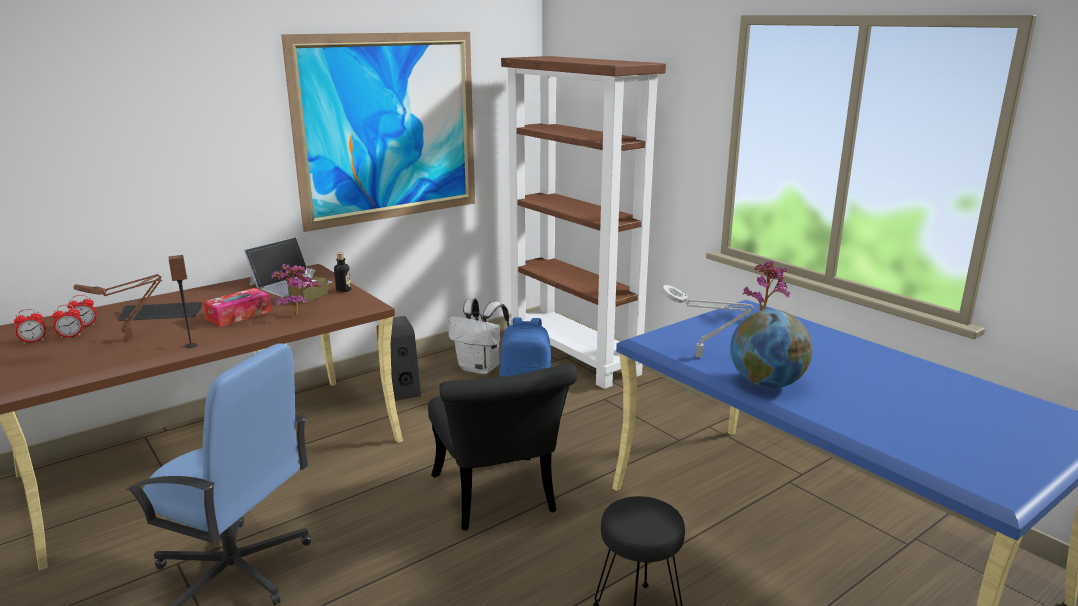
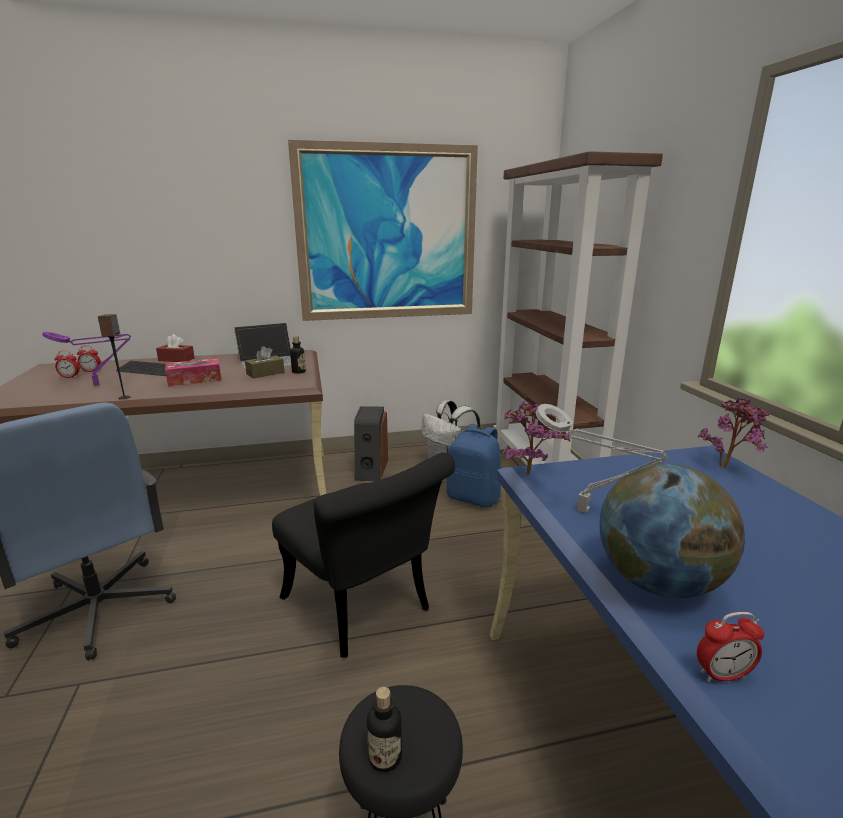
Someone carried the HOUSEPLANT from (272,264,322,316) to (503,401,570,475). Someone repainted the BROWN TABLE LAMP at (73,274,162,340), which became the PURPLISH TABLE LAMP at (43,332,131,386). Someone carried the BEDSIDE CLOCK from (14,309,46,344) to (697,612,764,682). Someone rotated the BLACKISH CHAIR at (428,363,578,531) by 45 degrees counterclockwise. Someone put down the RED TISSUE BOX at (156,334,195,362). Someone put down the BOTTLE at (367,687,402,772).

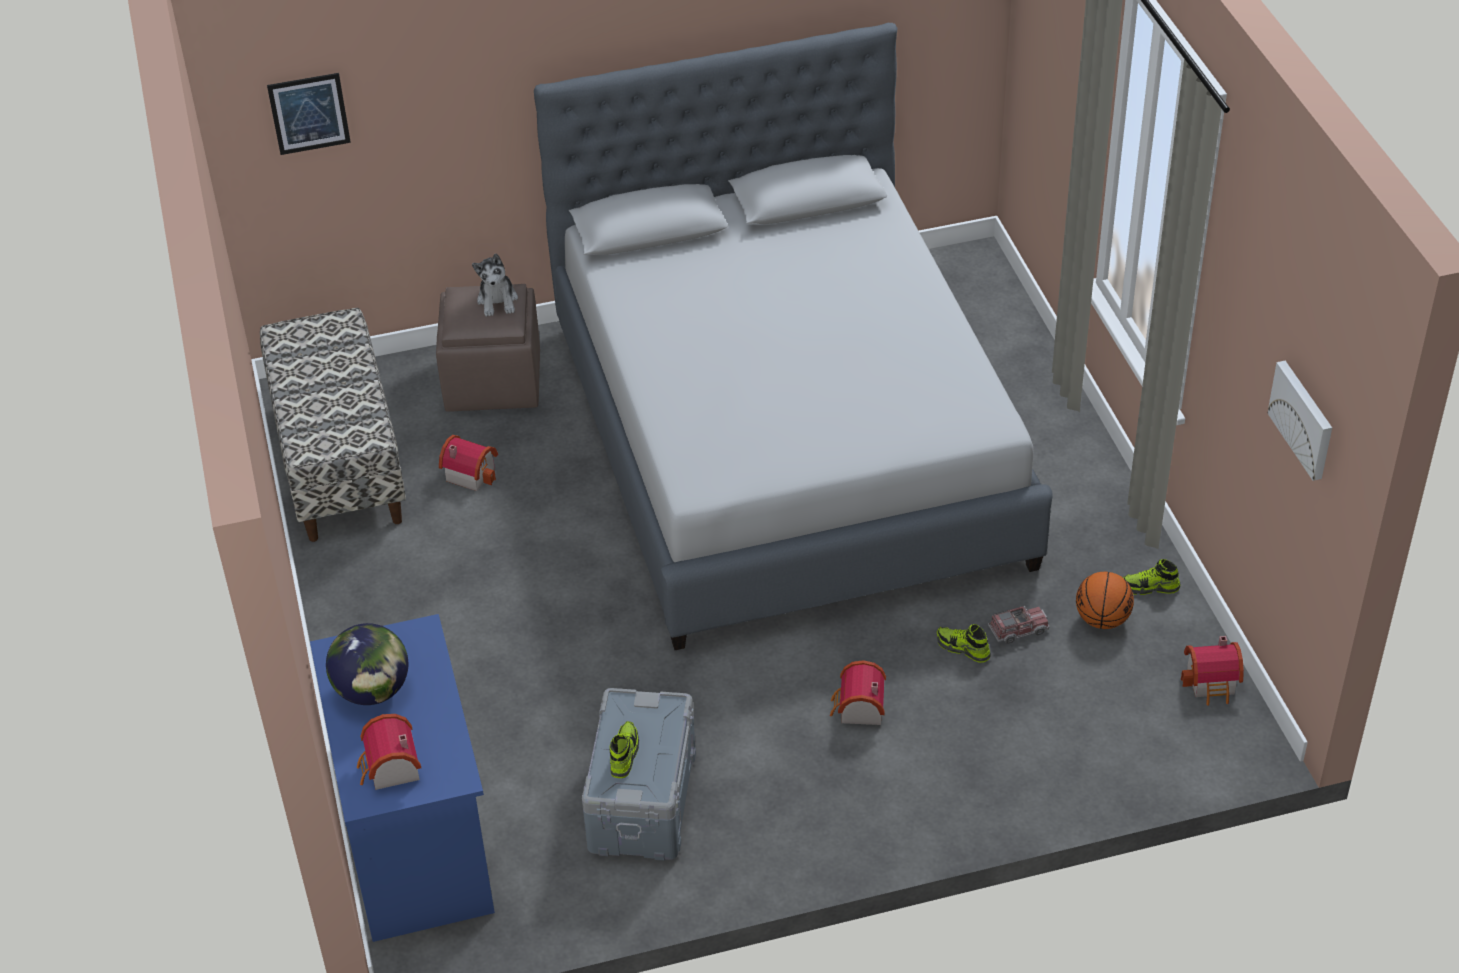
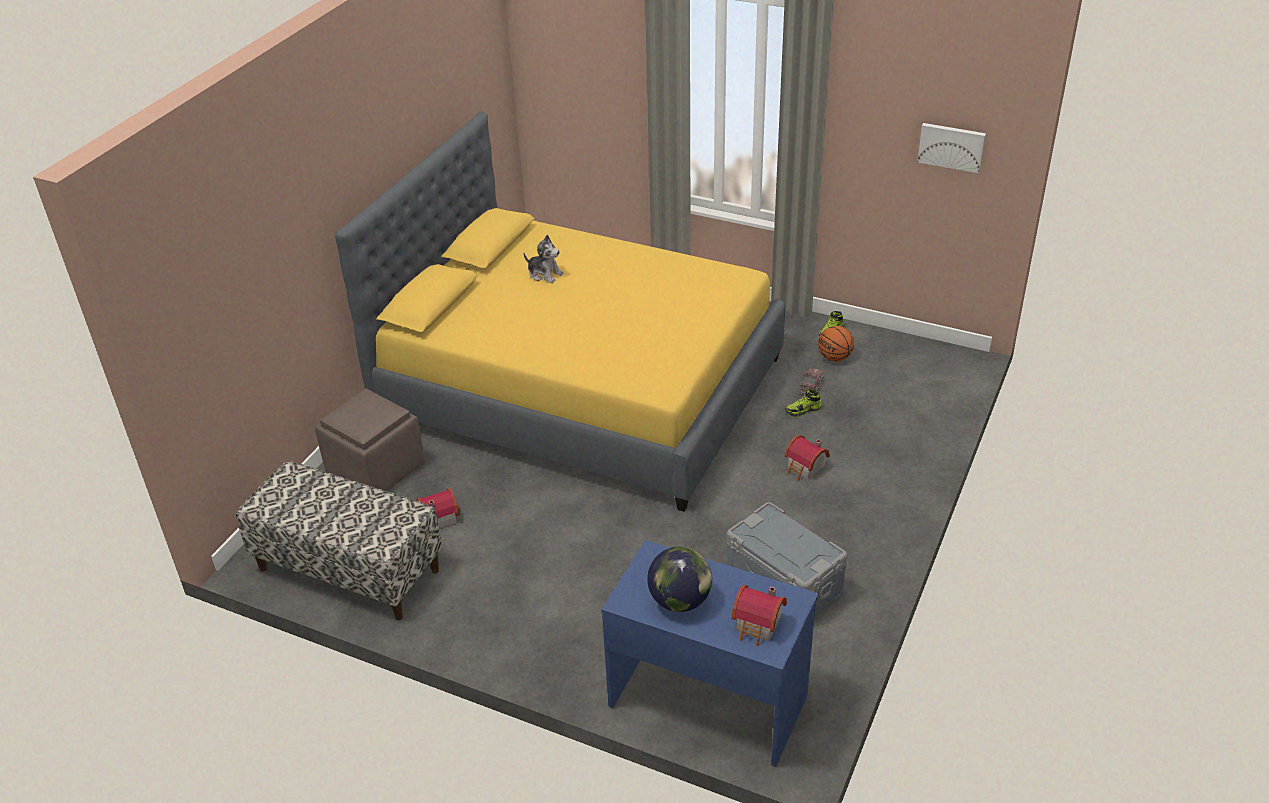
Someone repainted the GREYISH SLEEPING BED at (534,23,1053,650), which became the YELLOW SLEEPING BED at (335,111,785,512). Someone took away the WALL ART at (267,73,351,155). Someone carried the PLUSH TOY from (472,254,518,317) to (524,235,564,283). Someone took away the TOY HOUSE at (1181,636,1244,706). Someone took away the SHOE at (610,721,639,778).

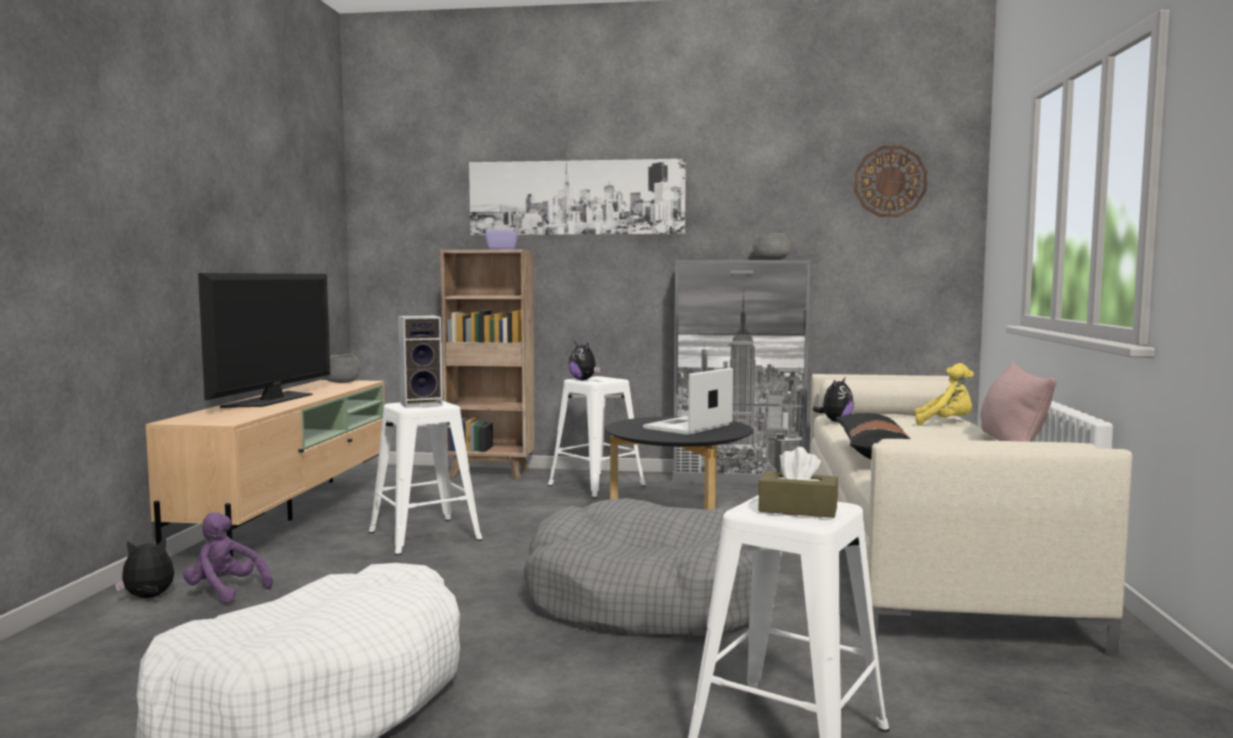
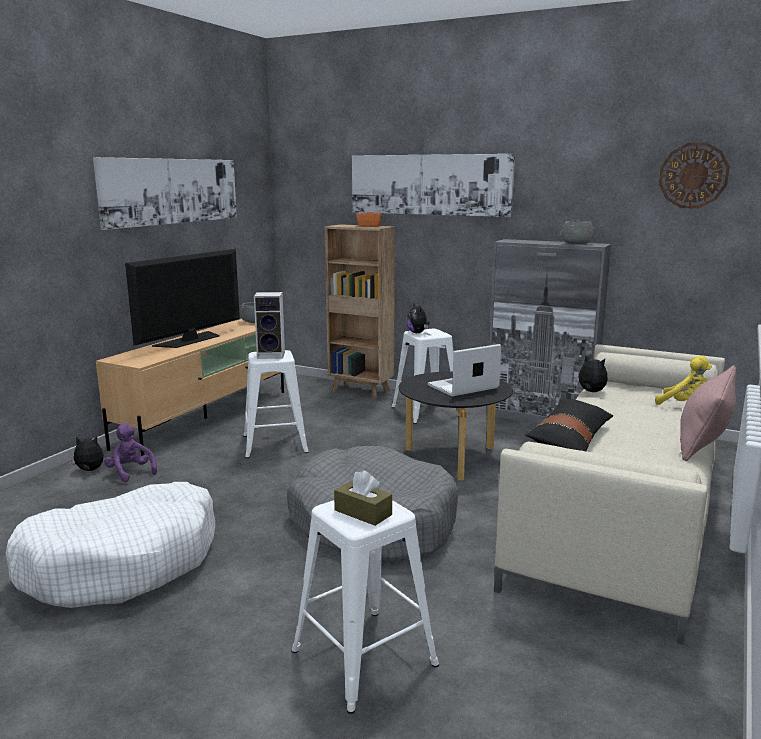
Someone repainted the PURPLISH TISSUE BOX at (484,224,518,250), which became the ORANGEY TISSUE BOX at (356,207,382,227). Someone rotated the PLUSH TOY at (812,378,854,422) by 105 degrees counterclockwise. Someone put up the WALL ART at (93,157,237,230).

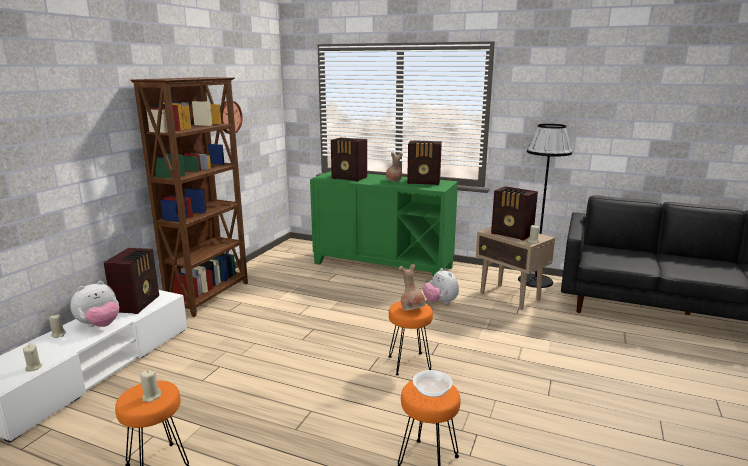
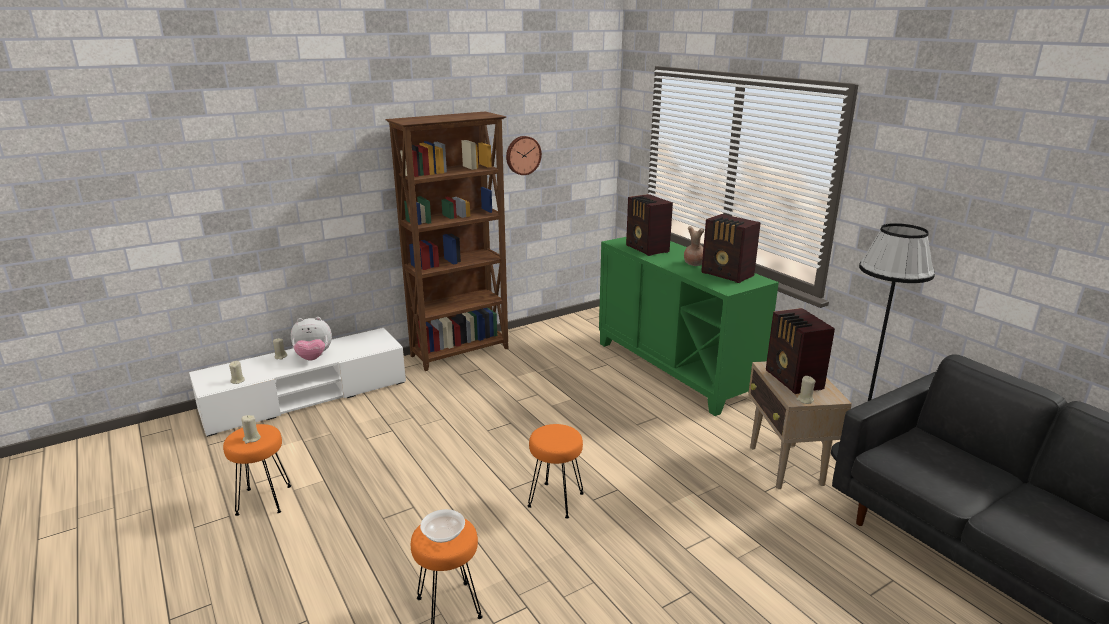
Someone took away the RADIO RECEIVER at (104,248,159,314). Someone took away the BROWN VASE at (399,264,425,310). Someone took away the PLUSH TOY at (423,268,459,304).

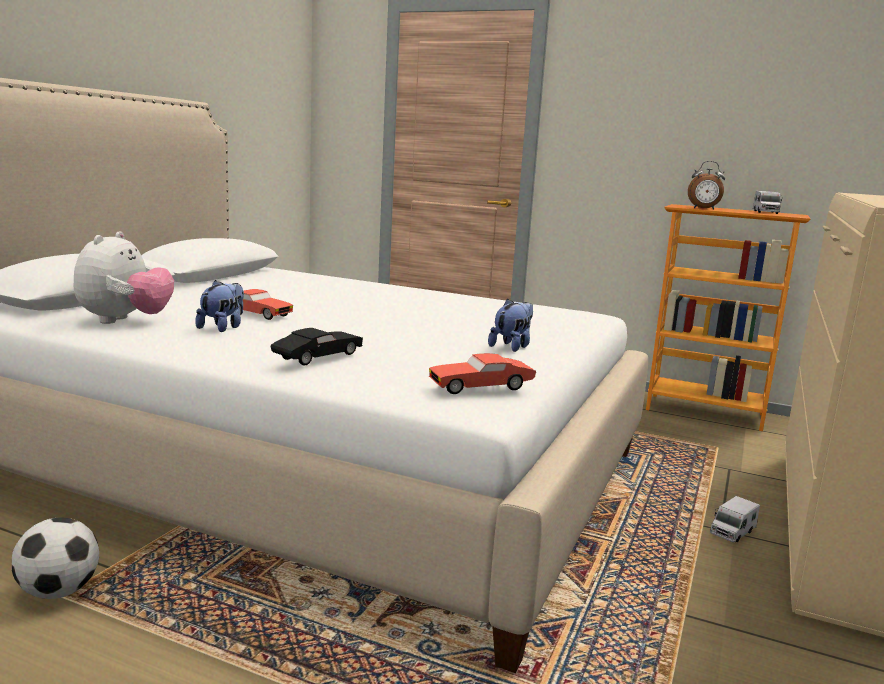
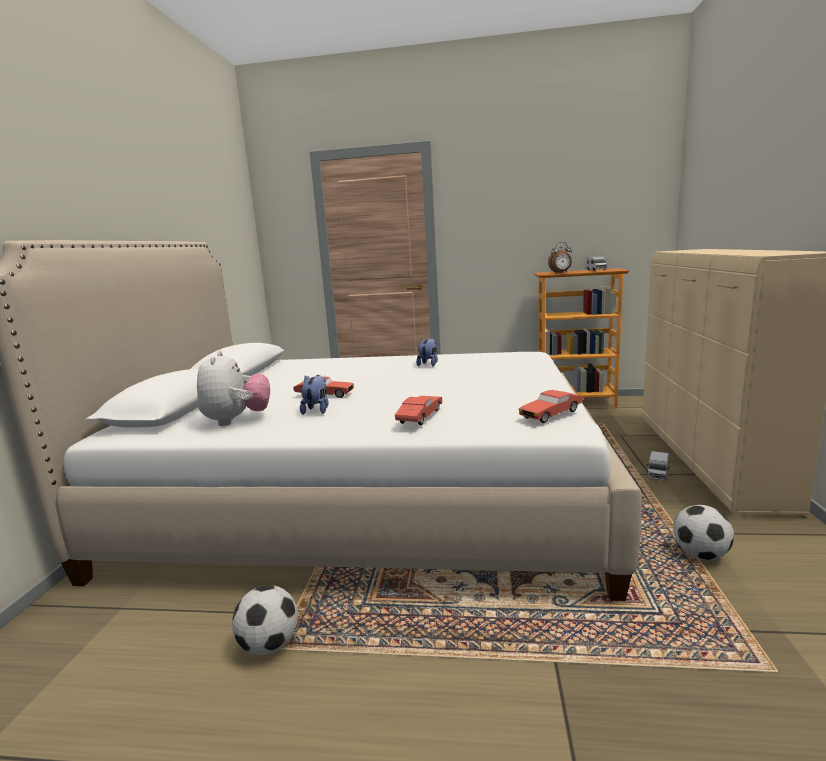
Someone carried the PLUSH TOY from (488,298,533,352) to (416,338,438,366). Someone repainted the BLACKISH MINIATURE CAR at (271,328,363,365), which became the RED MINIATURE CAR at (395,396,442,425). Someone put down the FOOTBALL at (673,505,734,560).

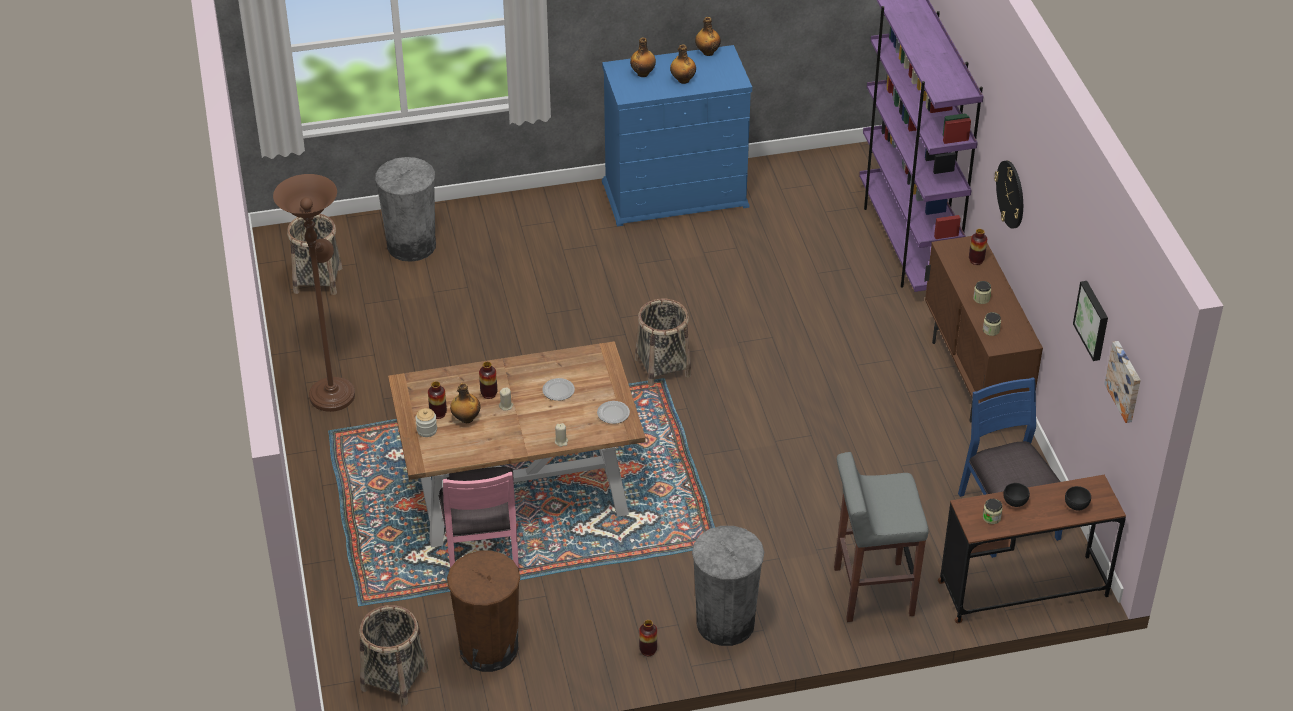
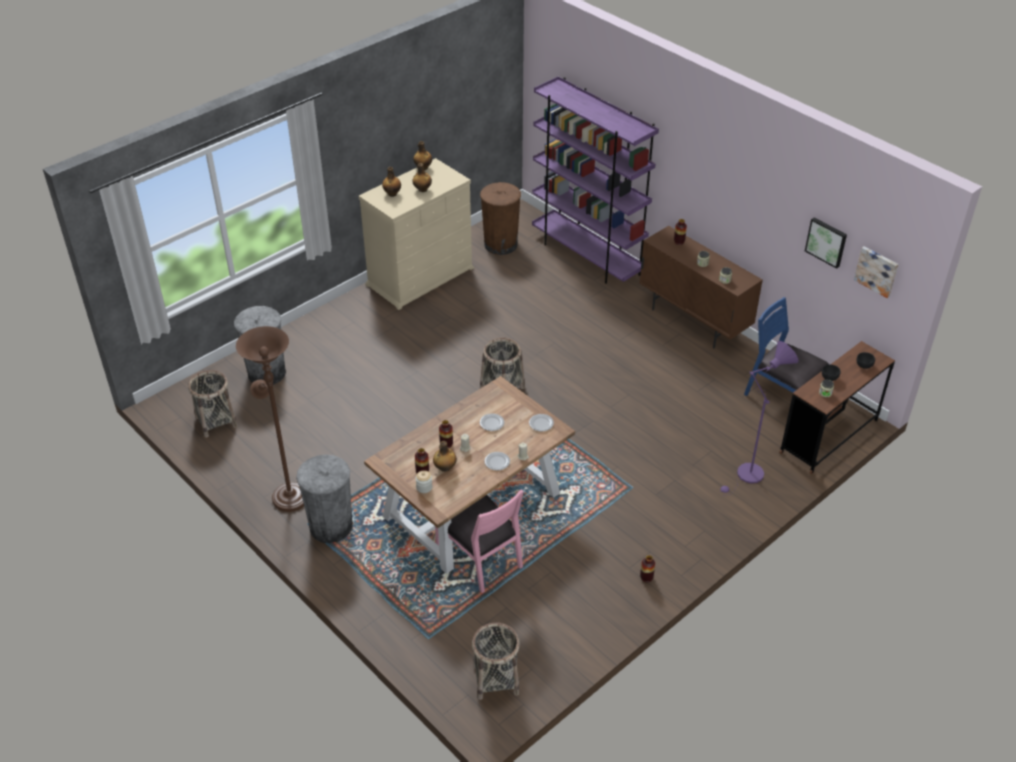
Someone repainted the BLUISH DRESSER at (602,45,752,227), which became the BEIGE DRESSER at (359,158,474,310). Someone took away the CLOCK ON THE WALL at (994,160,1023,229). Someone swapped the GREYISH SITTING STOOL at (834,452,929,622) for the PURPLISH STANDARD LAMP at (720,341,799,495). Someone carried the GREYISH WASTE BIN from (692,526,764,646) to (296,454,353,543). Someone carried the BROWN WASTE BIN from (447,551,520,672) to (480,182,521,255). Someone put down the DINNER PLATE at (485,452,510,471).

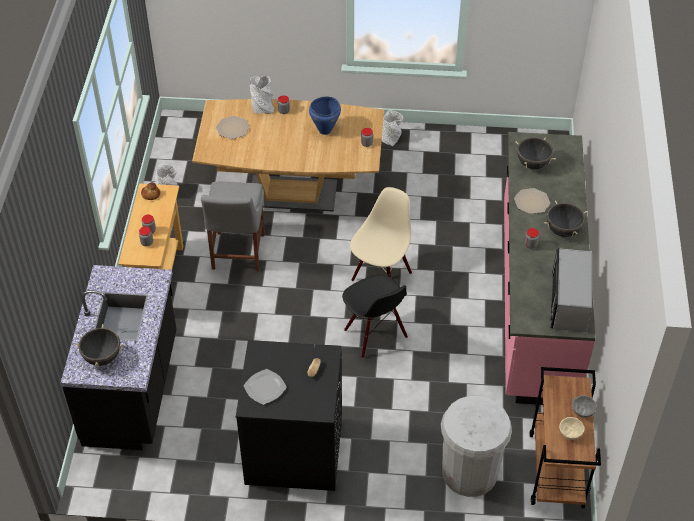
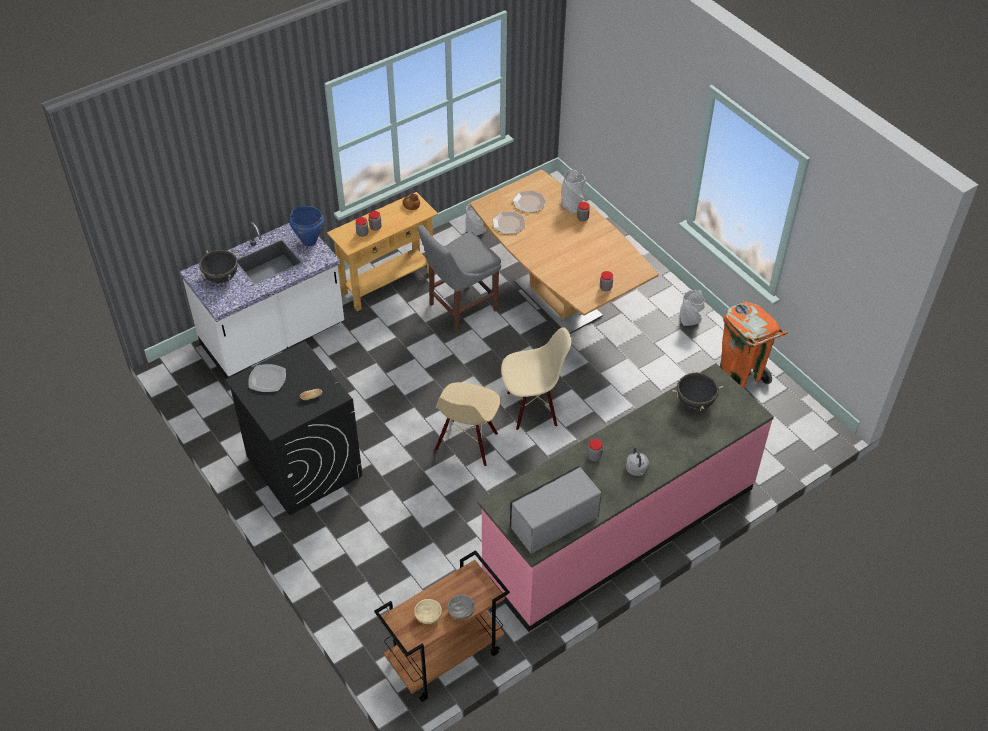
Someone carried the BLUISH STOCKPOT from (309,96,341,135) to (289,206,324,246). Someone carried the DINNER PLATE from (514,188,550,214) to (492,211,526,234). Someone swapped the BLACKISH STOCKPOT at (545,201,587,237) for the GREYISH WATER KETTLE at (625,447,649,476). Someone repainted the BLACKISH KITCHEN COUNTER at (61,265,177,450), which became the WHITE-COLOURED KITCHEN COUNTER at (180,222,344,378). Someone repainted the BLACKISH CHAIR at (342,274,408,358), which became the BEIGE CHAIR at (435,382,500,466). Someone took away the WHITE-COLOURED WASTE BIN at (441,396,512,497). Someone put down the ORANGEY WASTE BIN at (720,302,788,388).

